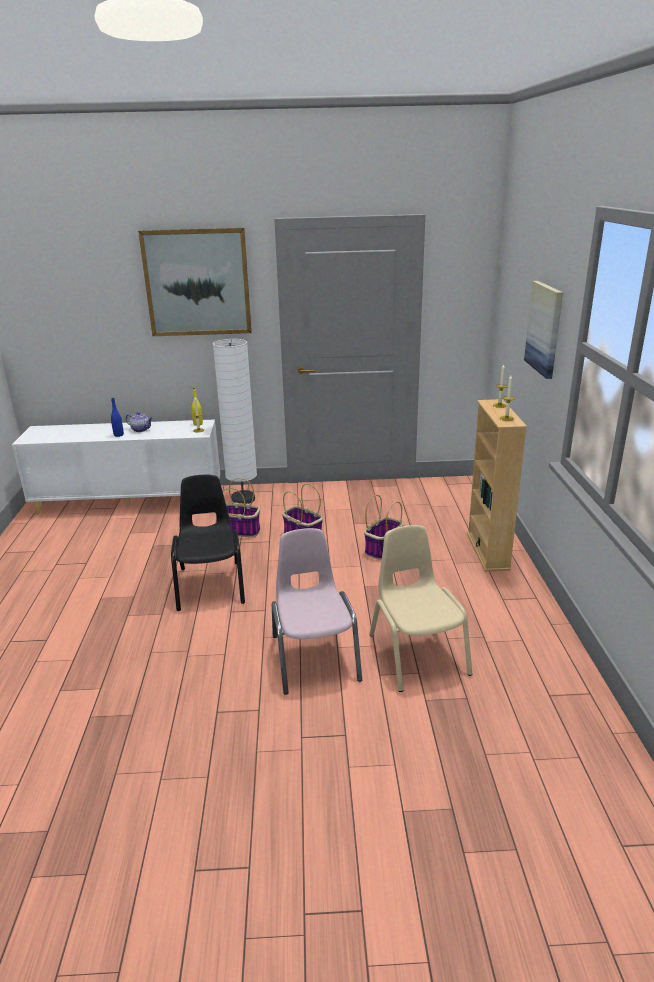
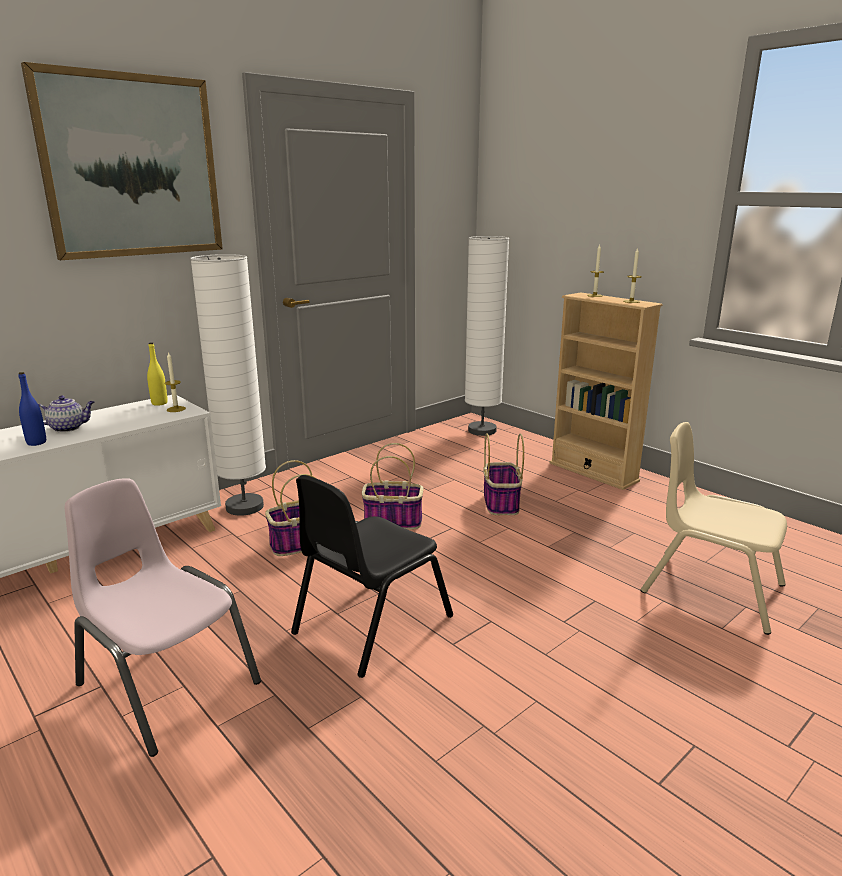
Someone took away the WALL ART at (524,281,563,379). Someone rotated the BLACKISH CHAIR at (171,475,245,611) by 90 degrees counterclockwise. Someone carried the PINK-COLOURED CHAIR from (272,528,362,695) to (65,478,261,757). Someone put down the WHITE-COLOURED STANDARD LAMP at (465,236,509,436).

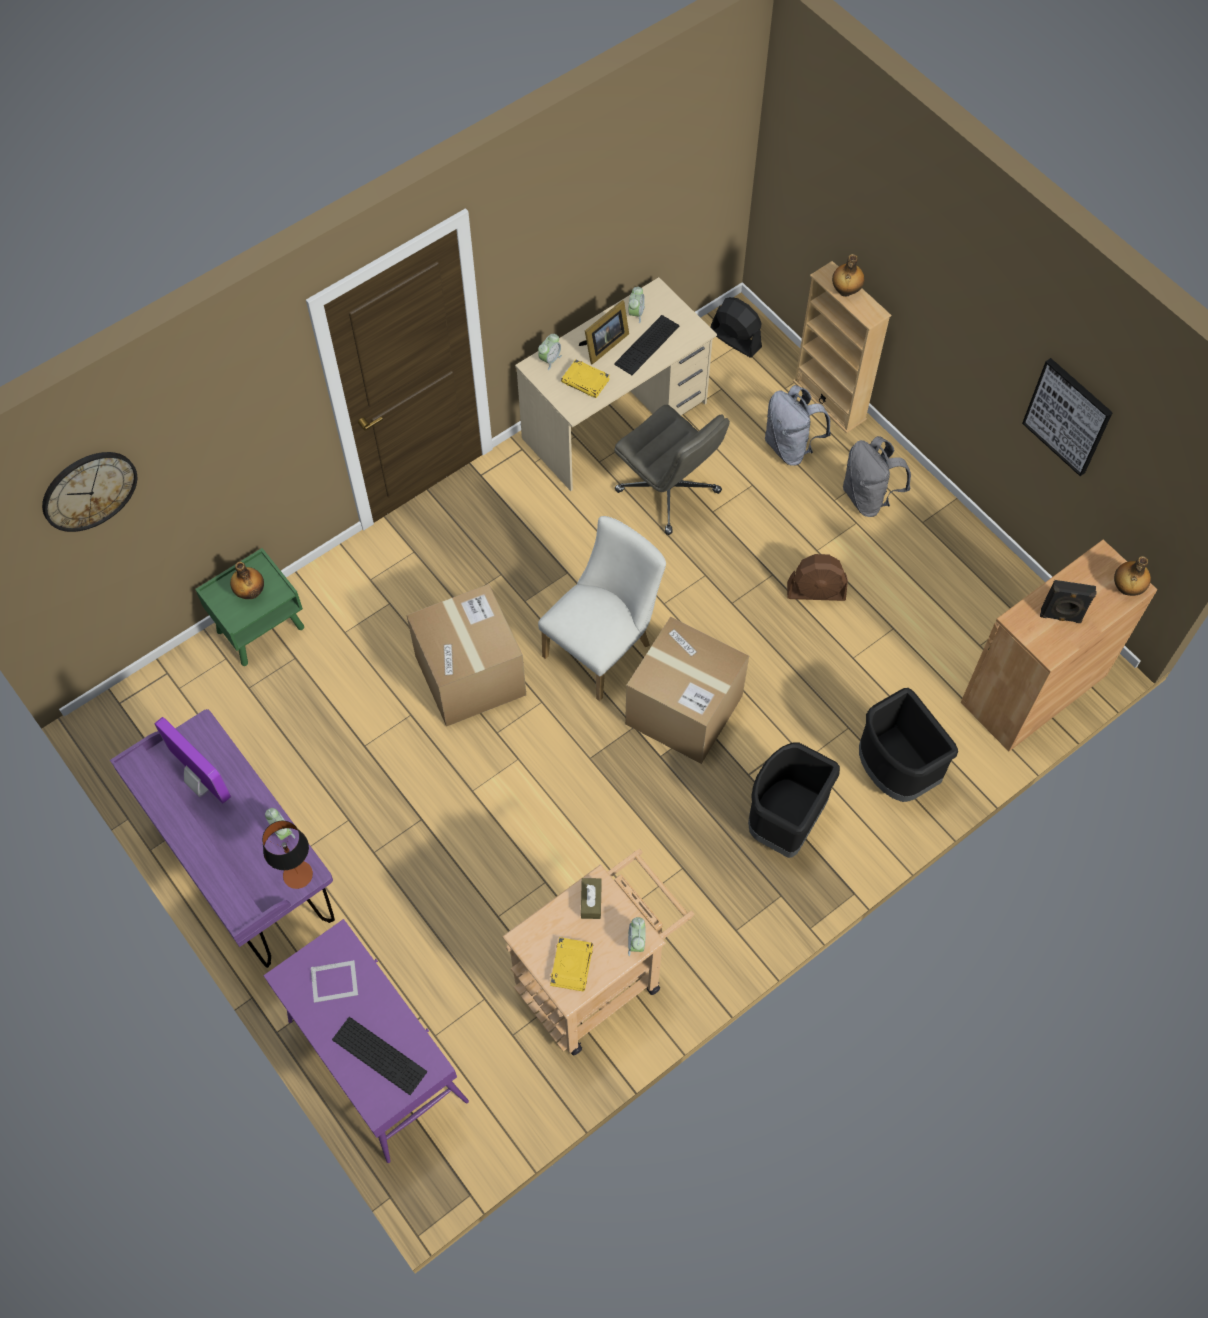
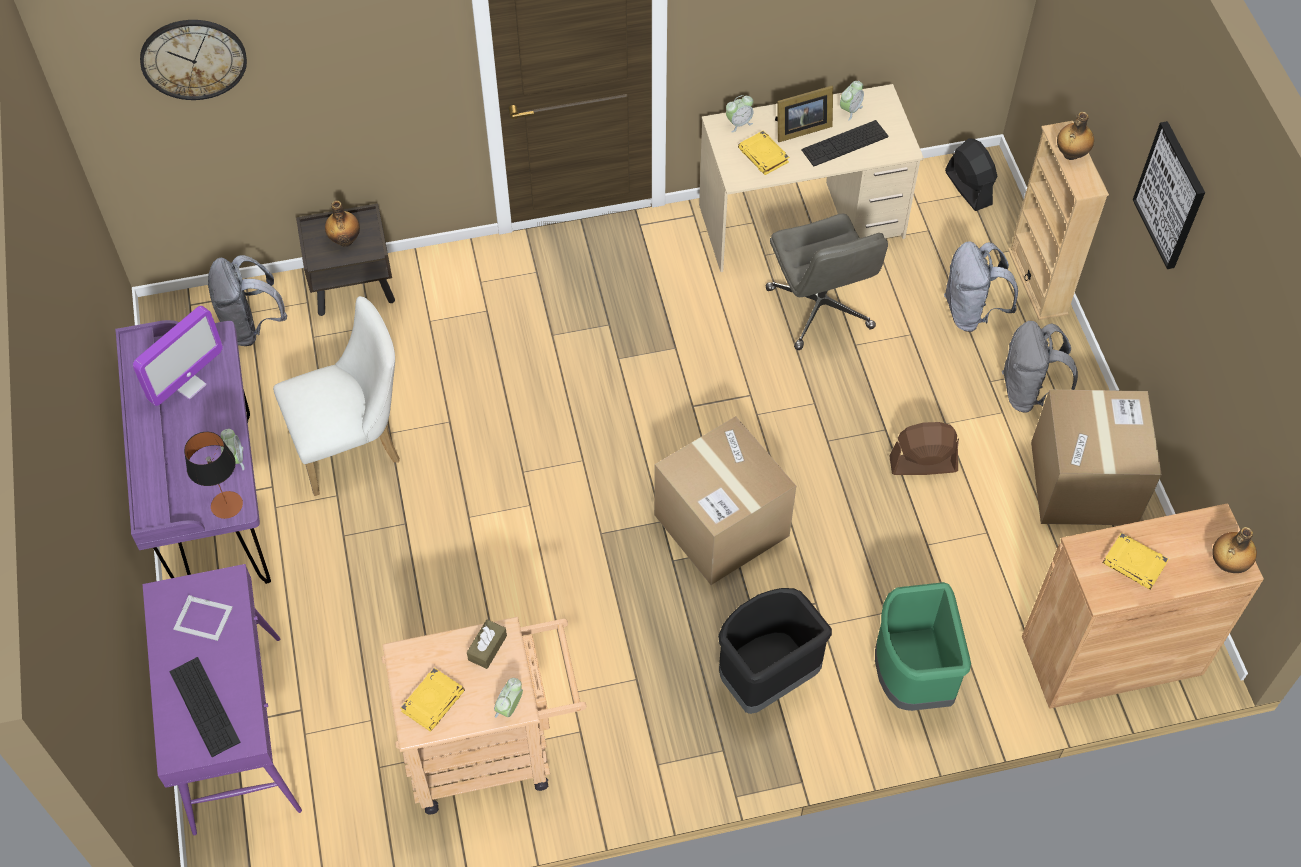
Someone carried the WALL ART from (1022,358,1113,476) to (1133,121,1205,269). Someone carried the WHITE-COLOURED CHAIR from (538,516,666,701) to (273,296,400,496). Someone repainted the GREEN-COLOURED NIGHT TABLE at (195,548,304,666), which became the BROWN NIGHT TABLE at (296,203,395,316). Someone rotated the BROWN FAN at (787,554,848,601) by 150 degrees clockwise. Someone swapped the BLACKISH LOUDSPEAKER at (1040,580,1096,623) for the YELLOW BOUND BOOK at (1103,533,1169,590). Someone carried the PACKING BOX from (407,584,526,727) to (1031,390,1162,525). Someone repainted the BLACKISH WASTE BIN at (859,688,958,802), which became the GREEN-COLOURED WASTE BIN at (875,582,971,711). Someone rotated the COMPUTER DISPLAY at (154,717,231,804) by 60 degrees clockwise. Someone put down the GREYISH KNAPSACK at (208,255,287,346).

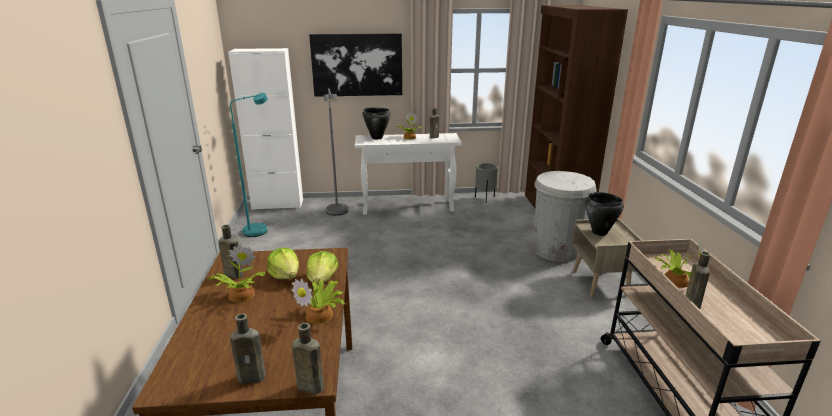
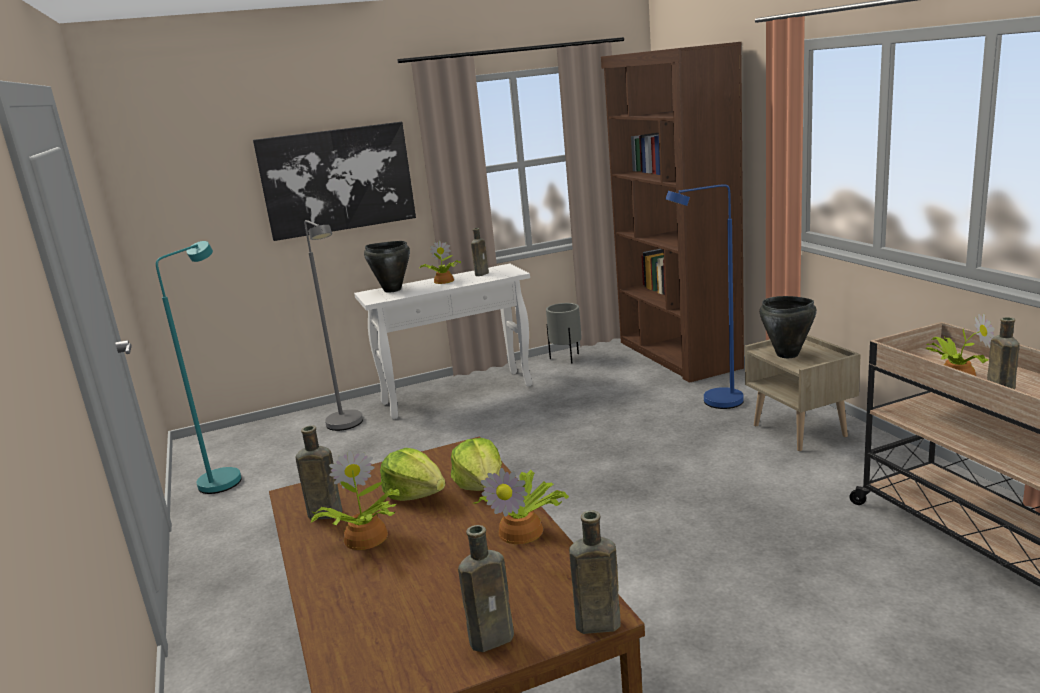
Someone took away the WHITE-COLOURED CUPBOARD at (228,48,303,210). Someone swapped the WHITE-COLOURED WASTE BIN at (533,171,597,262) for the BLUISH STANDARD LAMP at (666,184,744,409).

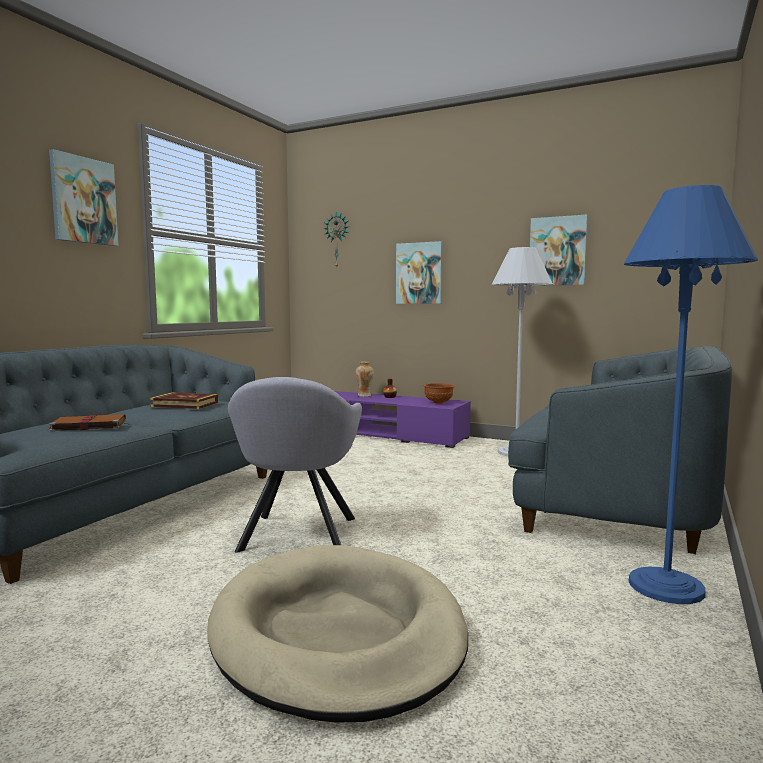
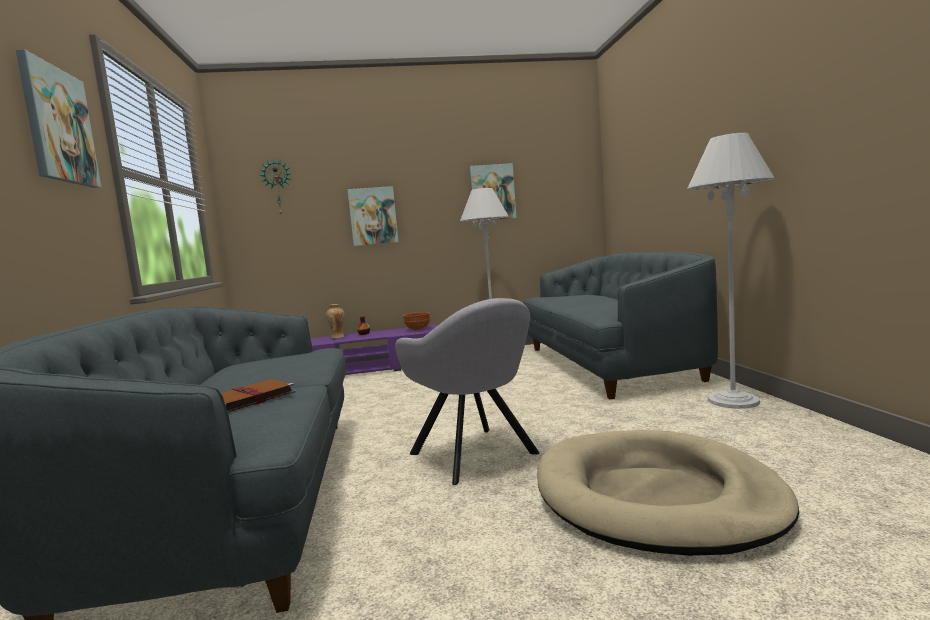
Someone repainted the BLUISH STANDARD LAMP at (624,185,758,604), which became the WHITE-COLOURED STANDARD LAMP at (687,133,775,409). Someone took away the BOUND BOOK at (150,392,218,409).

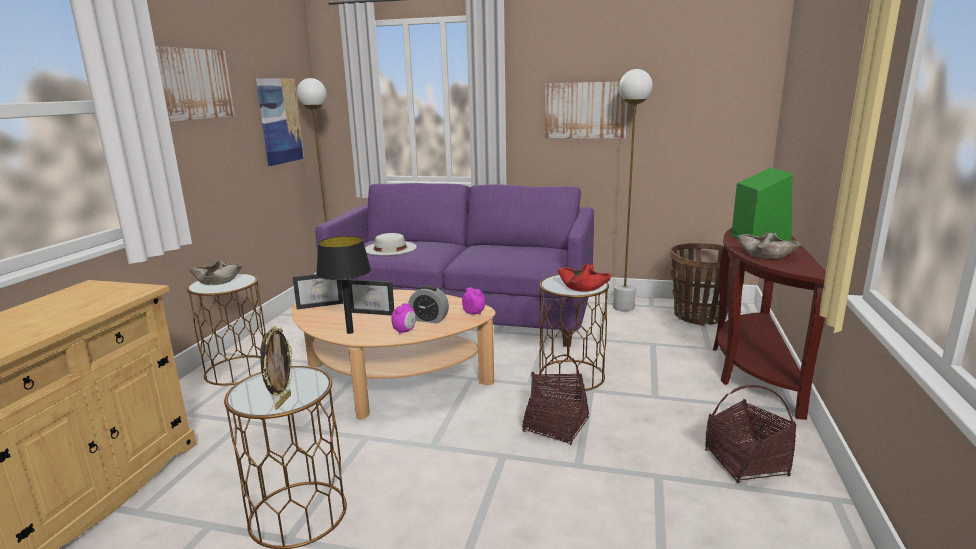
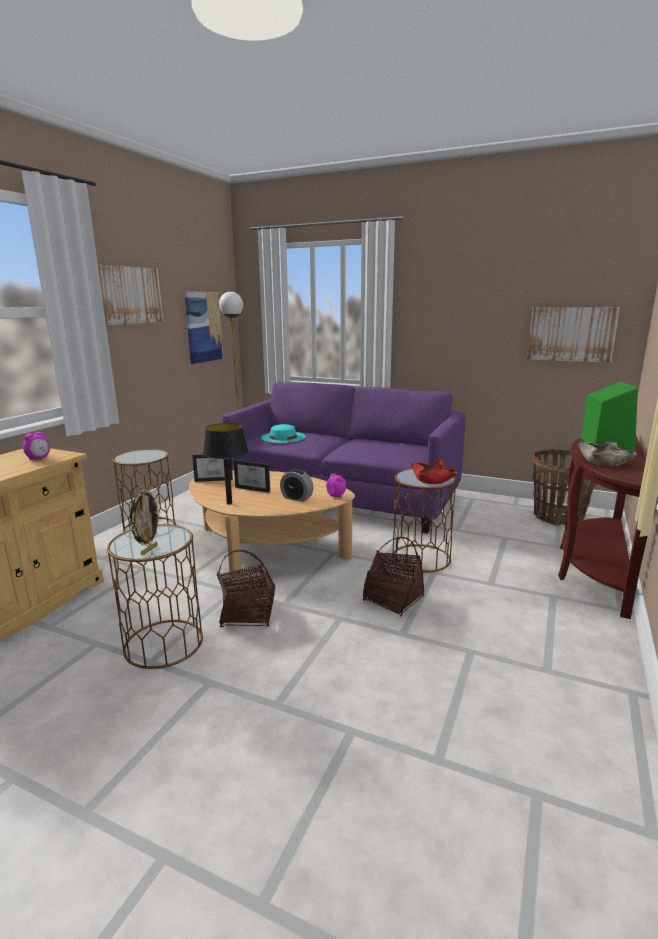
Someone took away the WHITE-COLOURED STANDARD LAMP at (613,69,652,312). Someone carried the WALL ART from (545,82,628,138) to (527,307,620,363). Someone repainted the WHITE-COLOURED WEARABLE HAT at (365,233,417,255), which became the TURQUOISE WEARABLE HAT at (261,424,306,443). Someone took away the BEIGE SERVING BOWL at (189,260,242,285). Someone carried the BEDSIDE CLOCK from (391,303,416,334) to (23,432,50,460). Someone carried the STORAGE BASKET from (705,385,797,483) to (217,550,275,627).

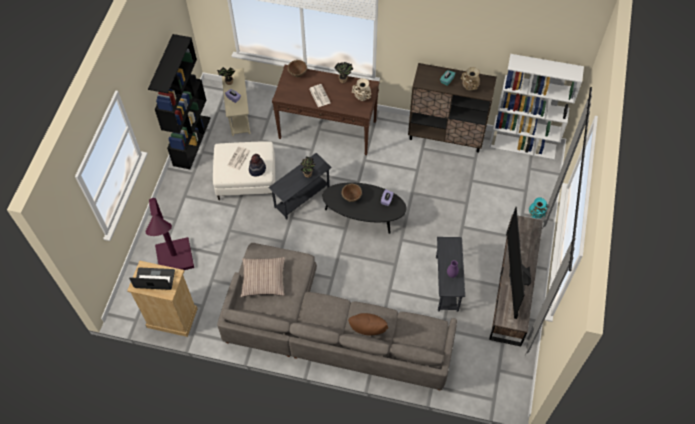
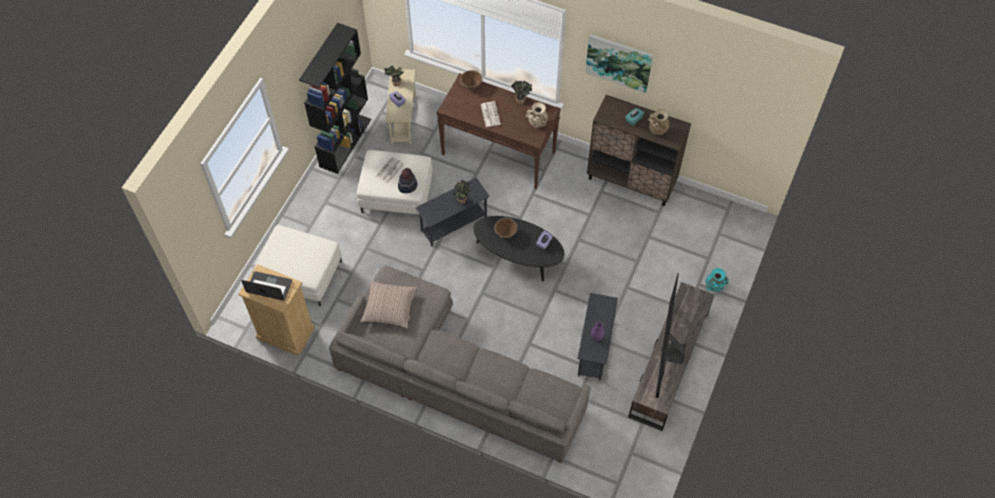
Someone took away the WHITE-COLOURED BOOKSHELF at (489,54,584,160). Someone swapped the PURPLISH STANDARD LAMP at (146,198,194,270) for the WHITE-COLOURED POUFFE at (254,225,342,307). Someone took away the BROWN PILLOW at (348,313,388,335). Someone put up the WALL ART at (585,34,653,94).

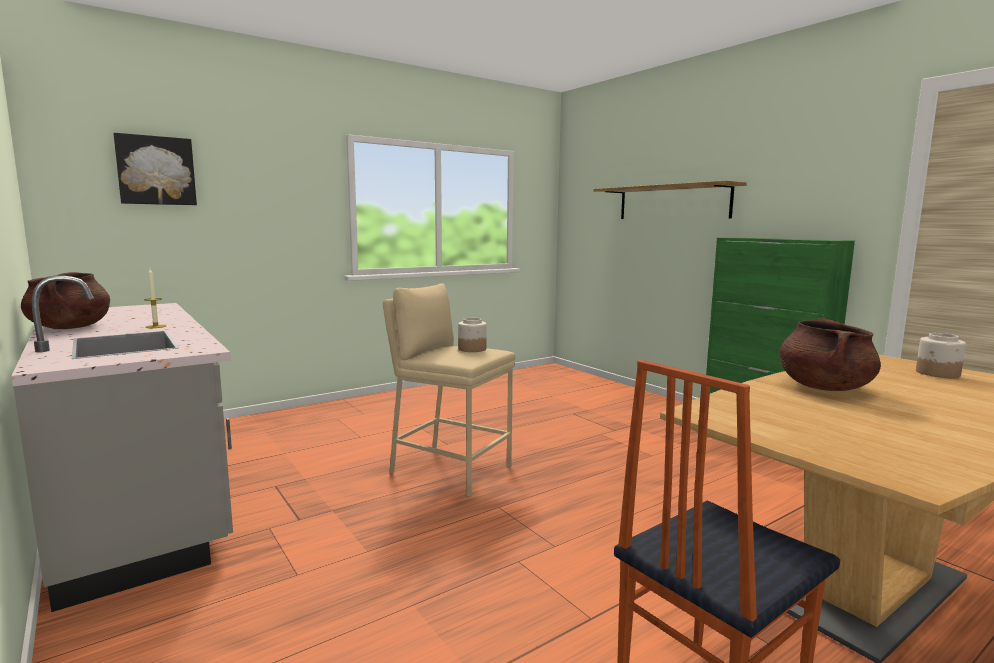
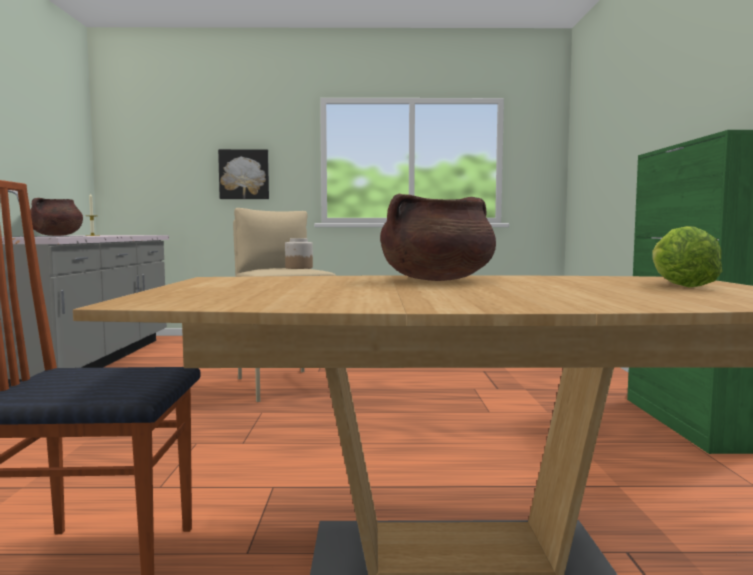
Someone carried the WALL ART from (114,133,197,205) to (218,149,269,199). Someone took away the BRACKET SHELF at (593,181,747,219). Someone swapped the STORAGE JAR at (916,333,966,378) for the HEAD OF LETTUCE at (652,226,722,288).

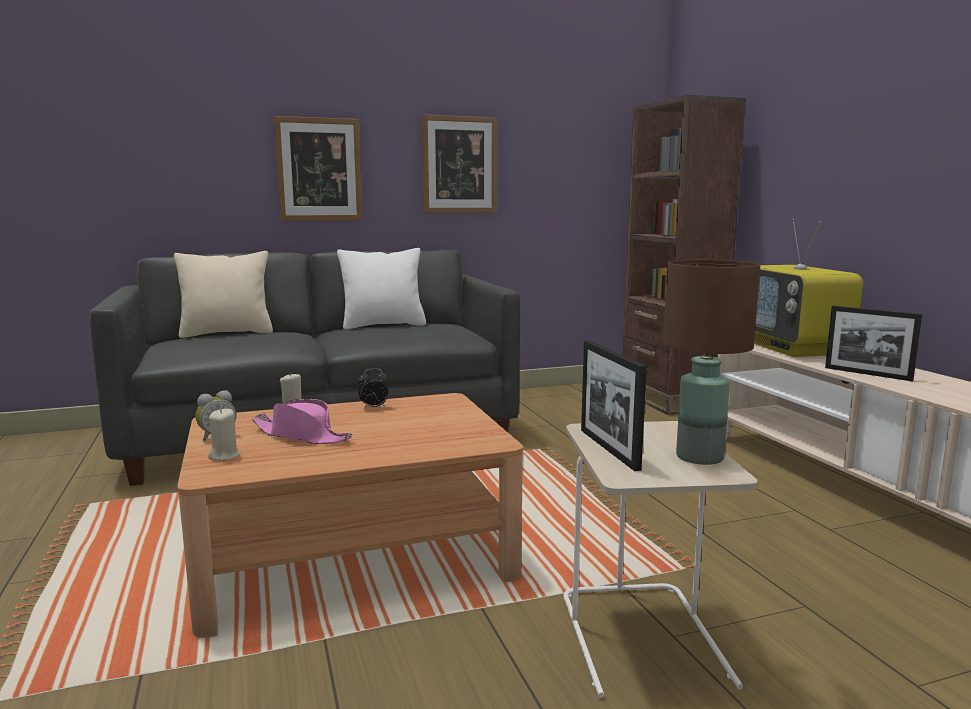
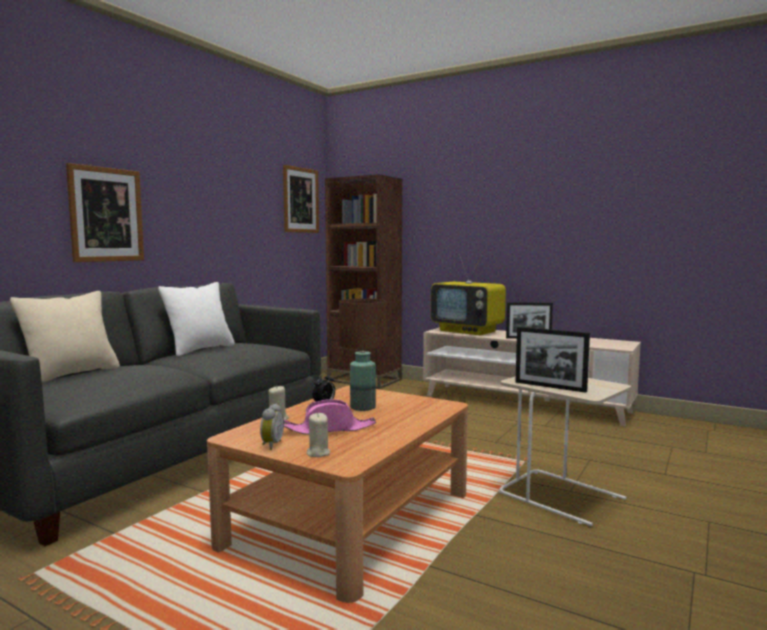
Someone carried the WALL ART from (422,114,497,213) to (283,165,319,233). Someone carried the BROWN TABLE LAMP from (663,260,760,465) to (339,299,386,411).

